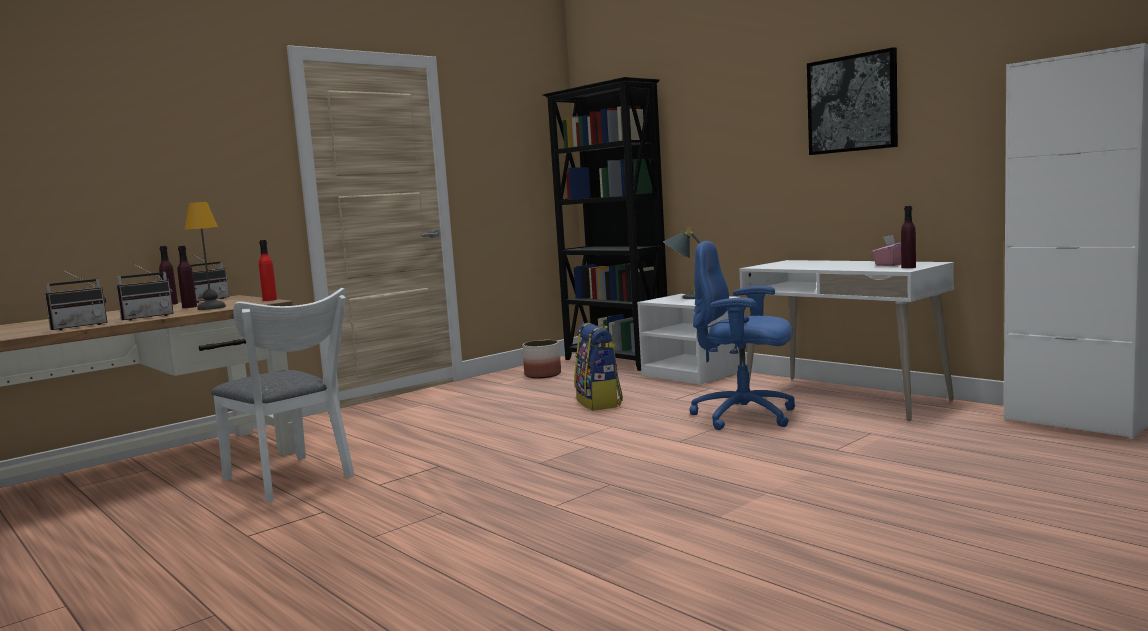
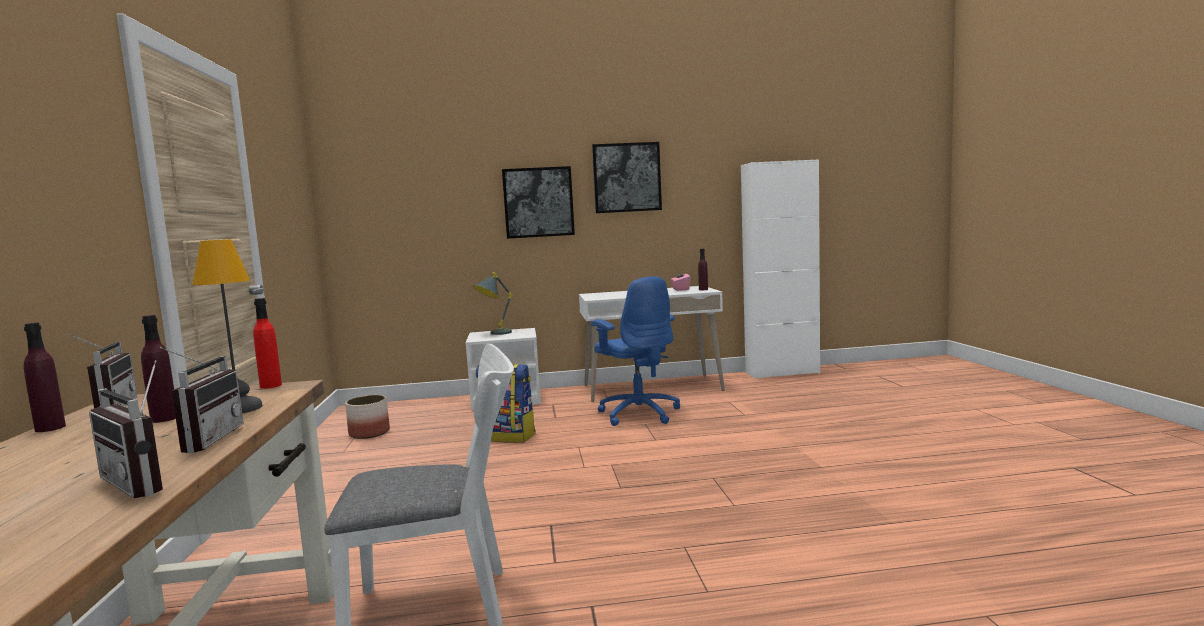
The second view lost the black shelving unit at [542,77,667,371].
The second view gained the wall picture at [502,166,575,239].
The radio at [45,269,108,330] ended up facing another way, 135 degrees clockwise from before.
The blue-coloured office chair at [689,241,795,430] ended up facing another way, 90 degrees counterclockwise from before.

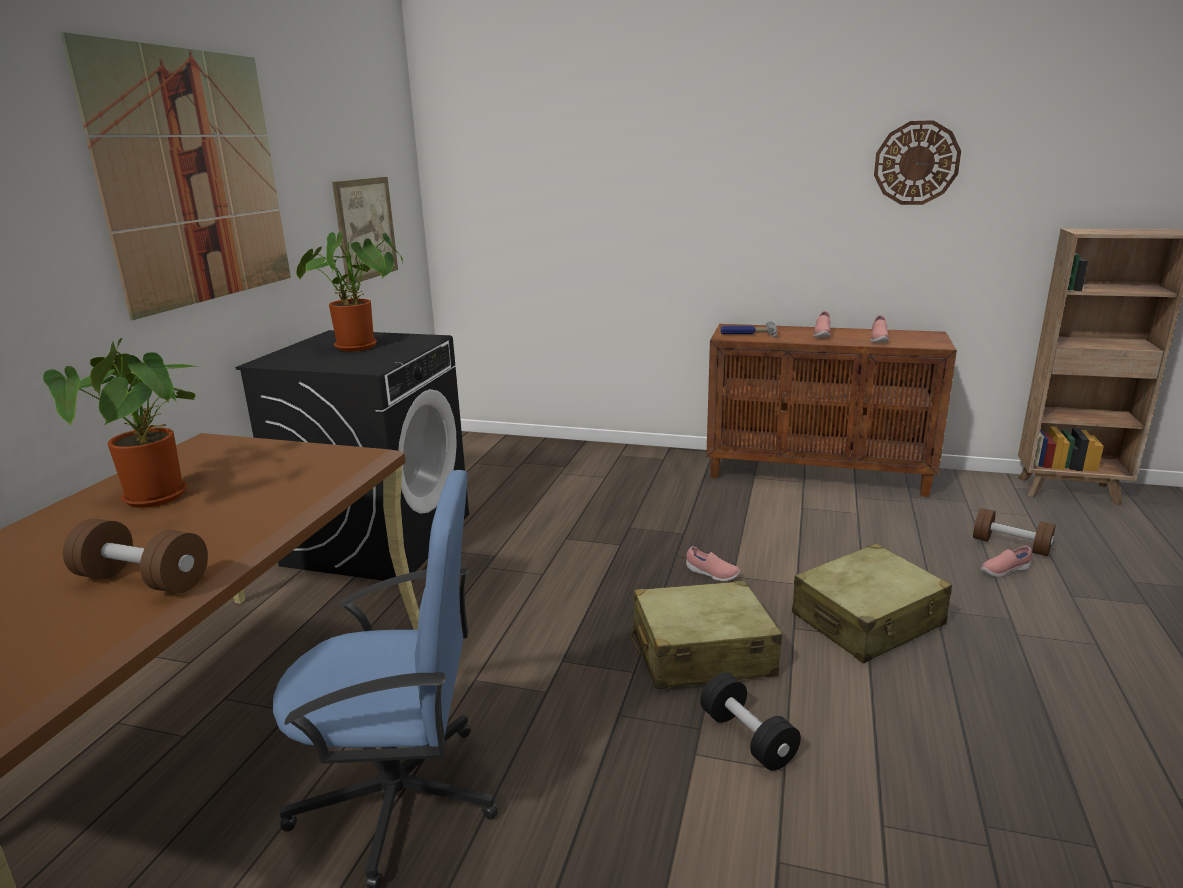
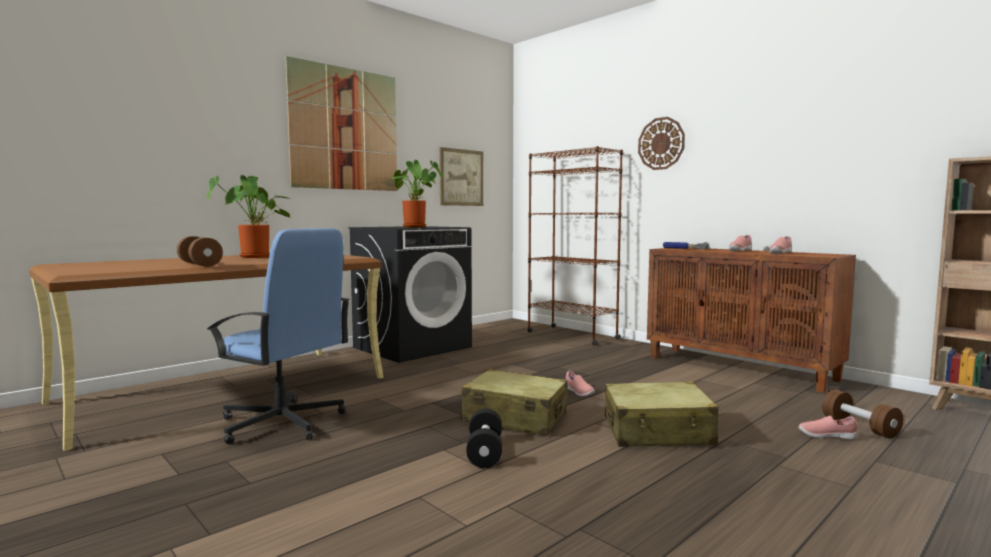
The second view gained the brown shelving unit at [527,146,623,346].
The clock on the wall ended up elsewhere, having gone from [874,120,961,205] to [638,117,685,170].

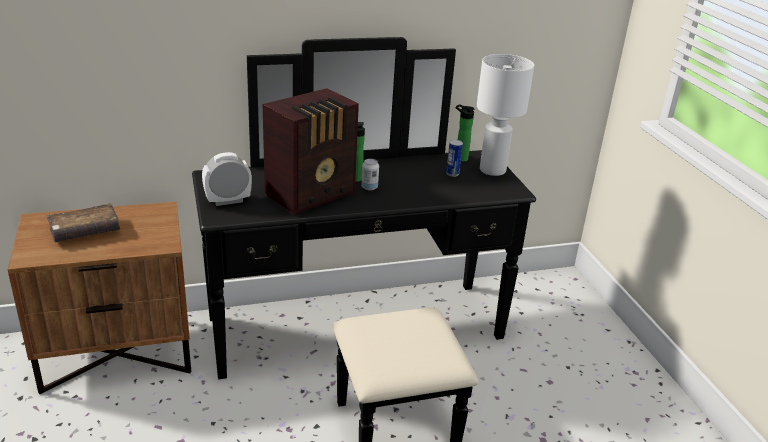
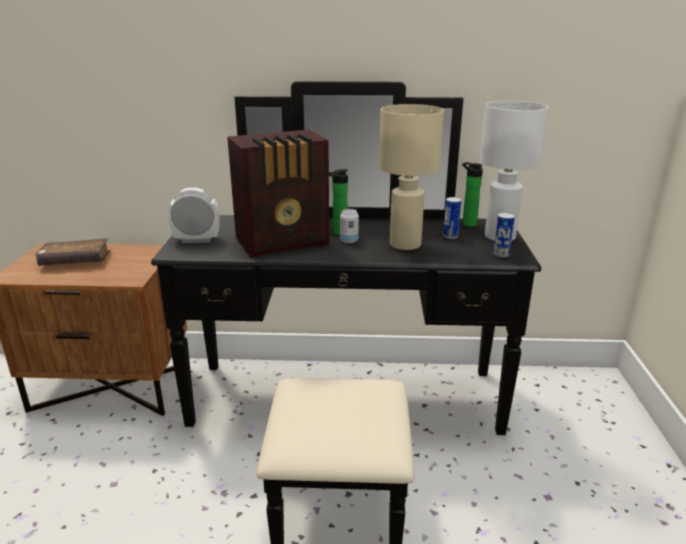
The second view gained the beige lamp for a table at [379,104,444,250].
The second view gained the sealed can at [493,212,515,258].

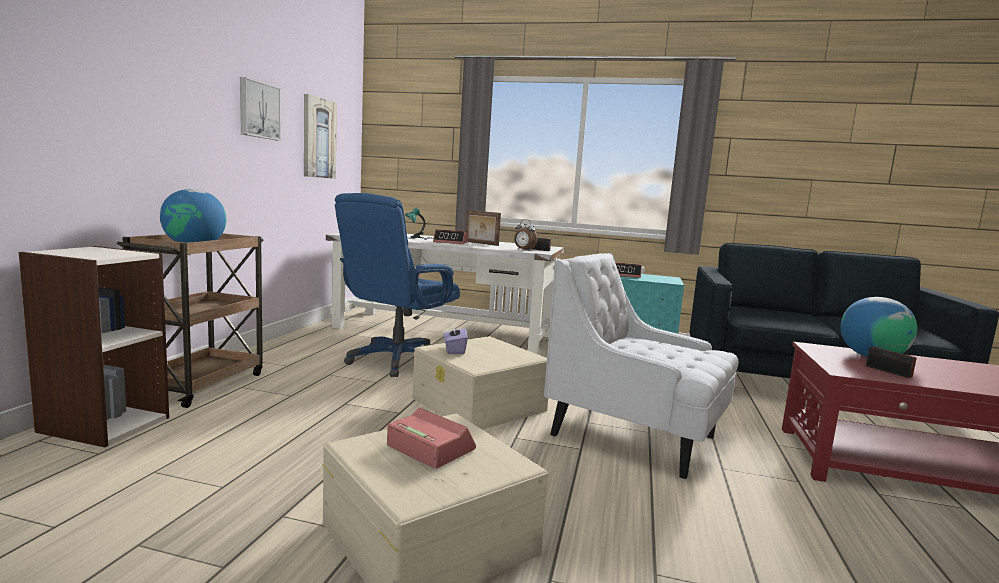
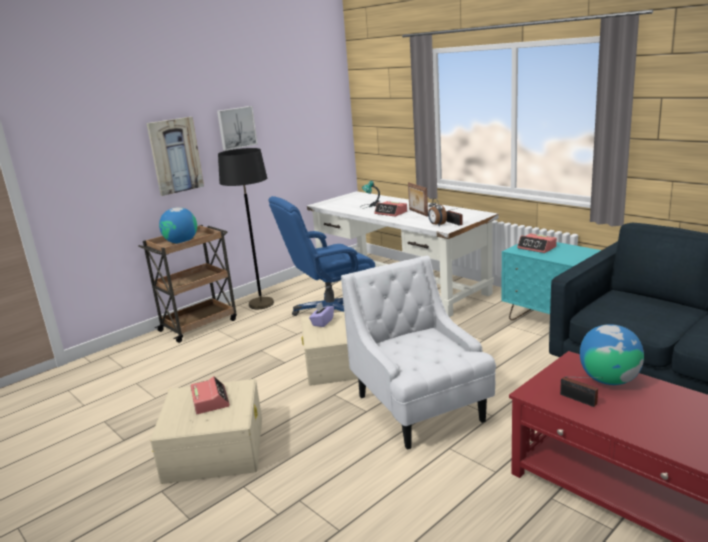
The second view lost the shelving unit at [19,246,169,447].
The second view gained the black standing lamp at [218,148,274,309].
The wall picture ended up elsewhere, having gone from [304,94,337,179] to [147,117,204,196].
The radio at [866,343,925,378] ended up facing another way, 45 degrees counterclockwise from before.

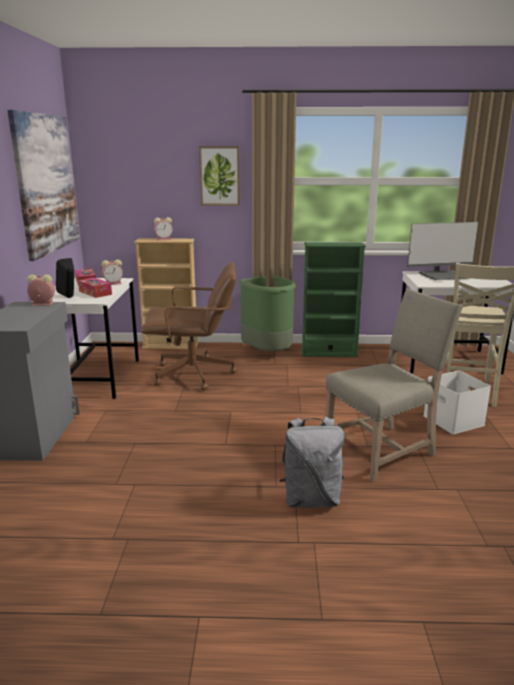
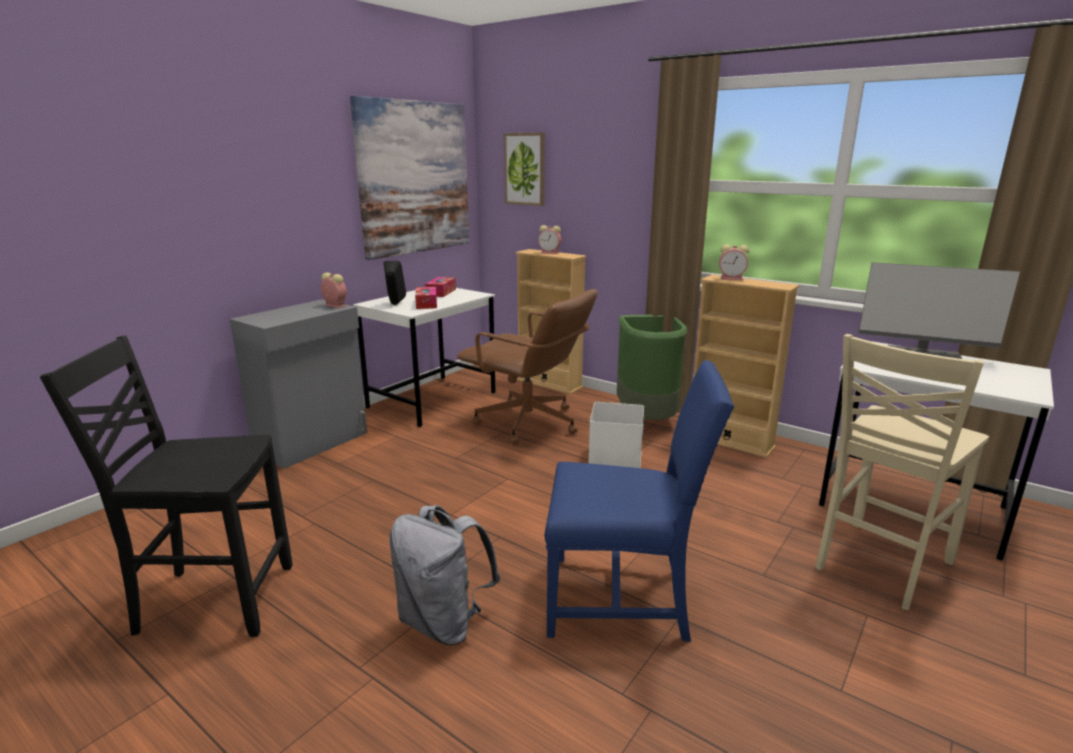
The second view gained the black plain chair at [40,335,292,637].
The bedside clock ended up elsewhere, having gone from [102,259,123,285] to [719,244,749,280].
The wall picture ended up elsewhere, having gone from [199,146,240,206] to [504,132,545,206].
The whitish storage bin ended up elsewhere, having gone from [423,371,491,434] to [589,402,644,468].
What was the green-coloured shelving unit at [301,242,366,357] turned into the beige shelving unit at [693,275,799,458].
What was the beige plain chair at [325,288,463,482] turned into the blue-coloured plain chair at [545,360,734,642].

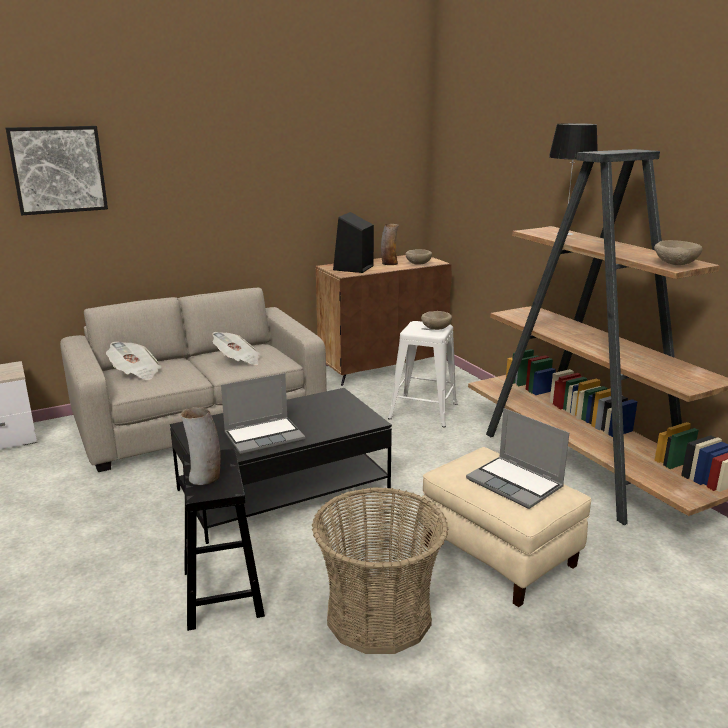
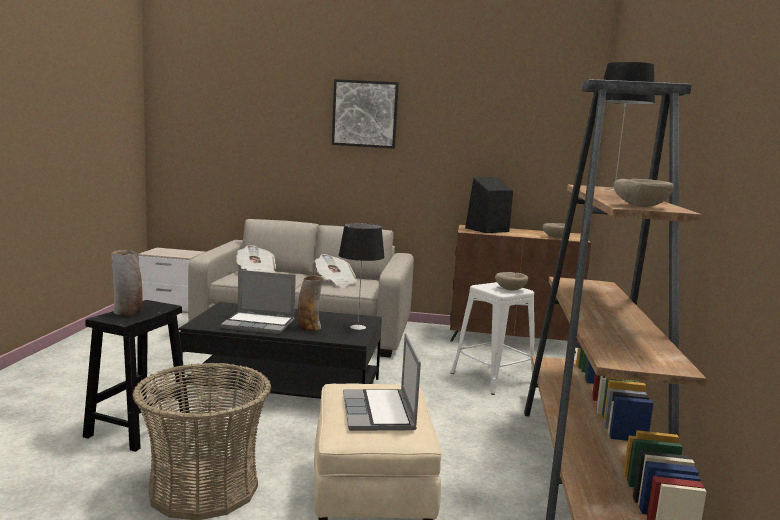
The second view gained the lamp for a table at [339,223,385,330].
The wall picture ended up elsewhere, having gone from [6,126,108,216] to [332,79,399,149].
The decorative vase ended up elsewhere, having gone from [381,224,399,265] to [298,276,324,332].

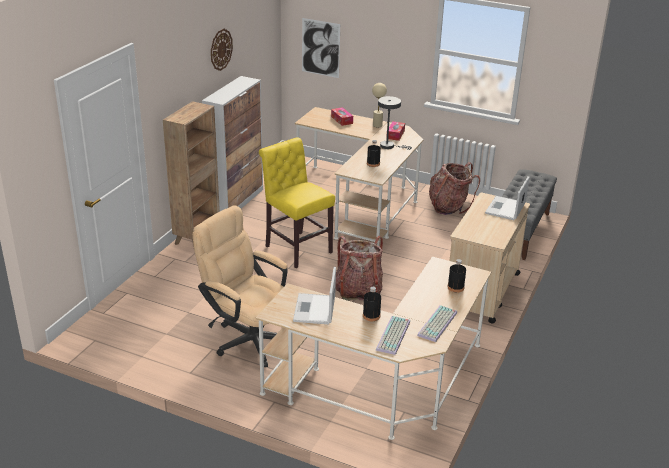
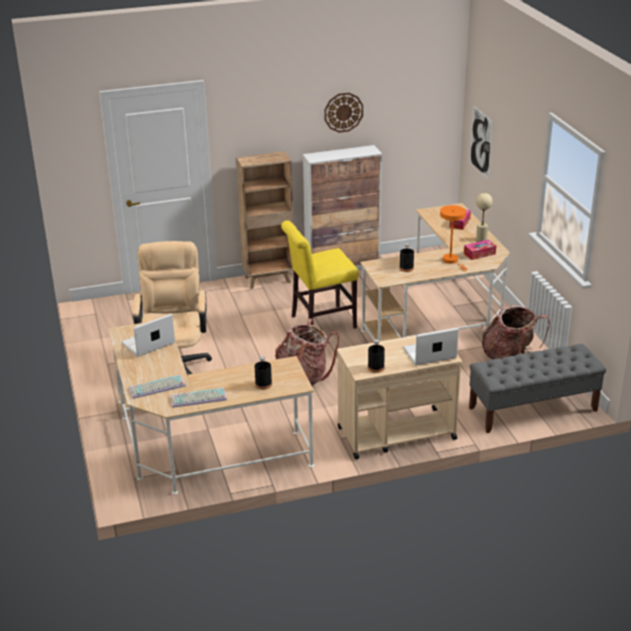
The black bottle ended up elsewhere, having gone from [363,287,381,321] to [368,339,385,373].
What was the gray lamp for a table at [378,96,412,150] turned into the orangey lamp for a table at [440,205,467,271].
The yellow plain chair at [259,138,335,268] ended up facing another way, 120 degrees counterclockwise from before.

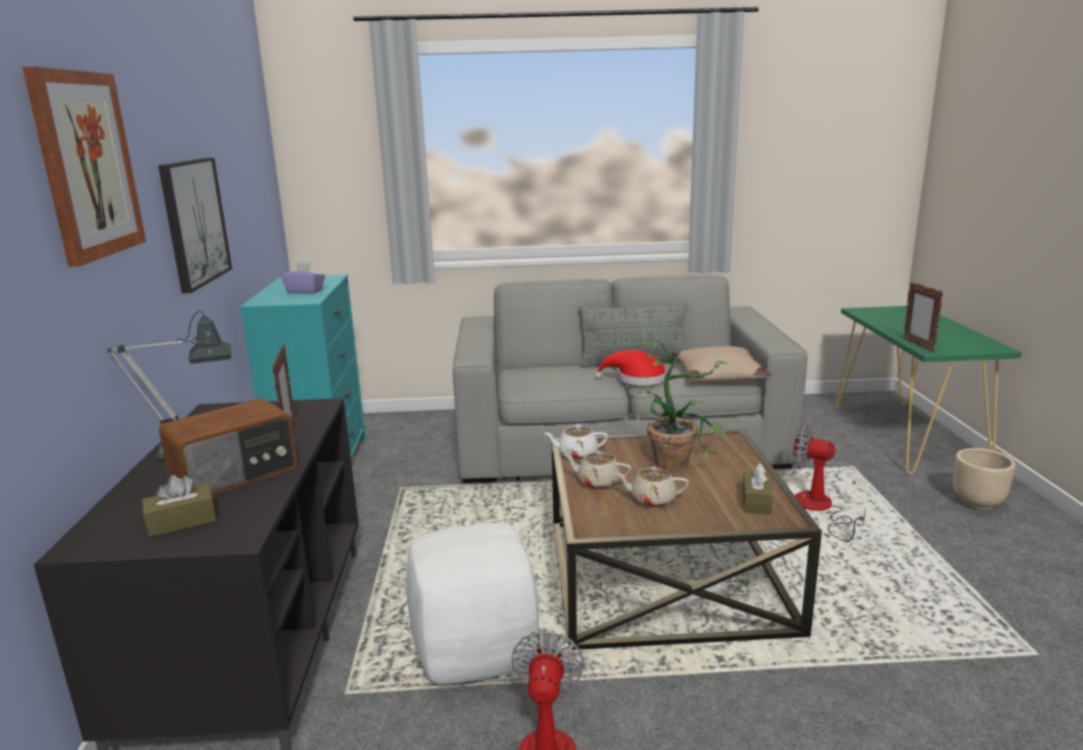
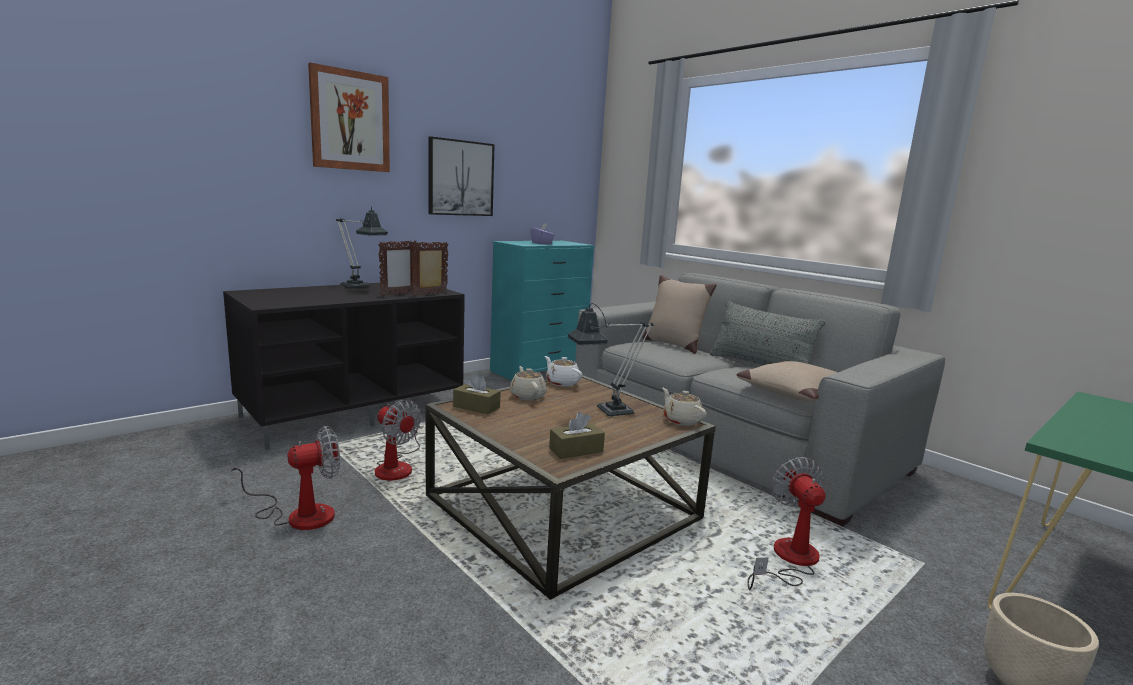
The second view lost the radio at [159,398,297,495].
The second view lost the red-coloured wearable hat at [595,350,667,385].
The second view gained the beige pillow at [642,275,717,354].
The brown tissue box ended up elsewhere, having gone from [142,475,217,538] to [453,373,501,415].
The beige teapot ended up elsewhere, having gone from [615,466,689,507] to [662,387,707,426].
The photo frame ended up elsewhere, having gone from [903,282,943,352] to [411,242,449,296].
Where the whitish ottoman stood at [407,523,539,684], the electric fan came to stand at [375,400,421,480].
Where the plant in a pot stood at [636,340,729,470], the lamp for a table came to stand at [568,303,653,417].

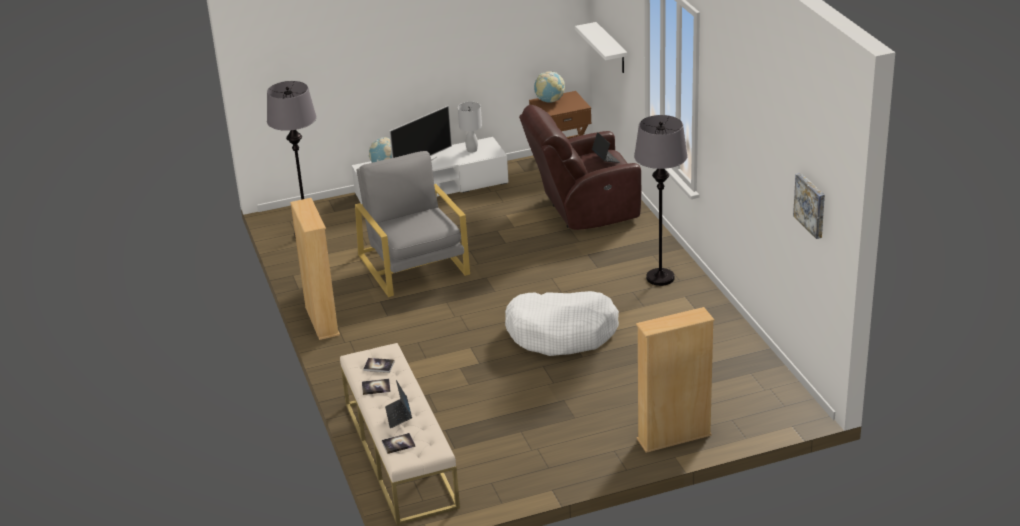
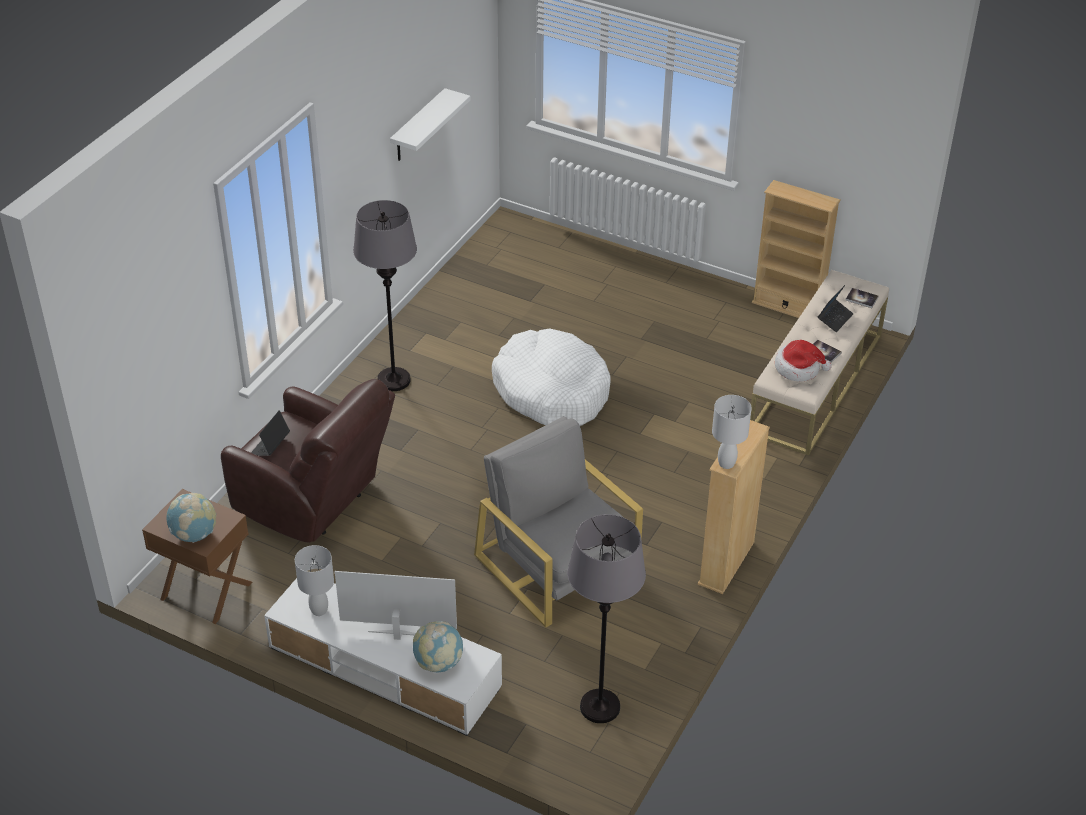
The second view lost the wall picture at [793,173,825,239].
The second view gained the whitish lamp for a table at [712,395,752,469].
The whitish shelf ended up elsewhere, having gone from [575,22,628,73] to [390,88,471,161].
The beige shelving unit ended up elsewhere, having gone from [636,307,715,453] to [752,180,841,318].
Where the volume stood at [363,358,395,373], the wearable hat came to stand at [775,340,831,382].
The gray easy chair at [355,151,470,297] ended up facing another way, 120 degrees clockwise from before.

